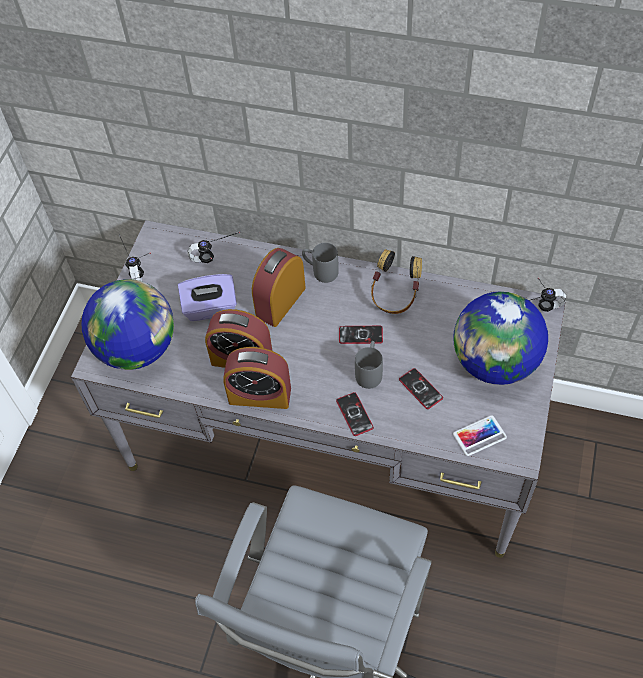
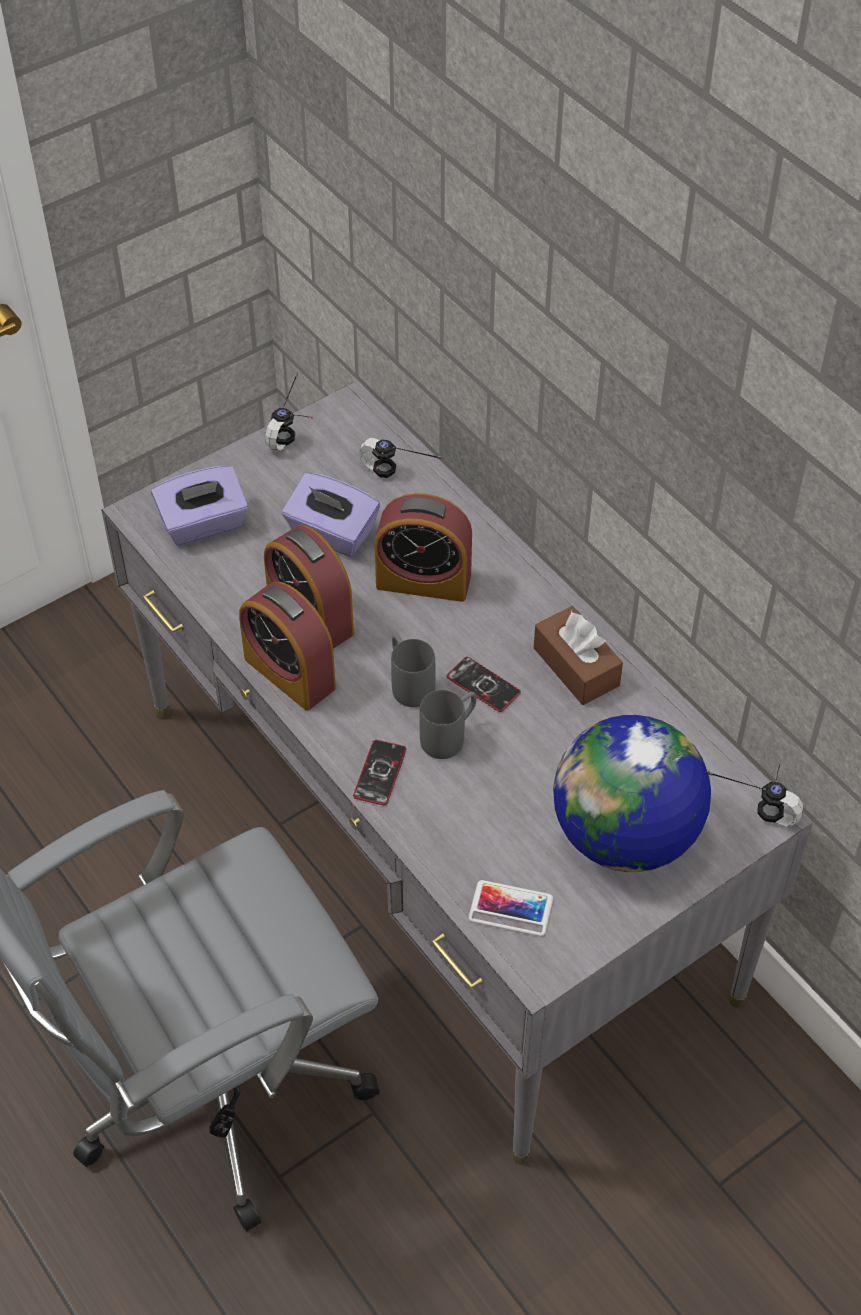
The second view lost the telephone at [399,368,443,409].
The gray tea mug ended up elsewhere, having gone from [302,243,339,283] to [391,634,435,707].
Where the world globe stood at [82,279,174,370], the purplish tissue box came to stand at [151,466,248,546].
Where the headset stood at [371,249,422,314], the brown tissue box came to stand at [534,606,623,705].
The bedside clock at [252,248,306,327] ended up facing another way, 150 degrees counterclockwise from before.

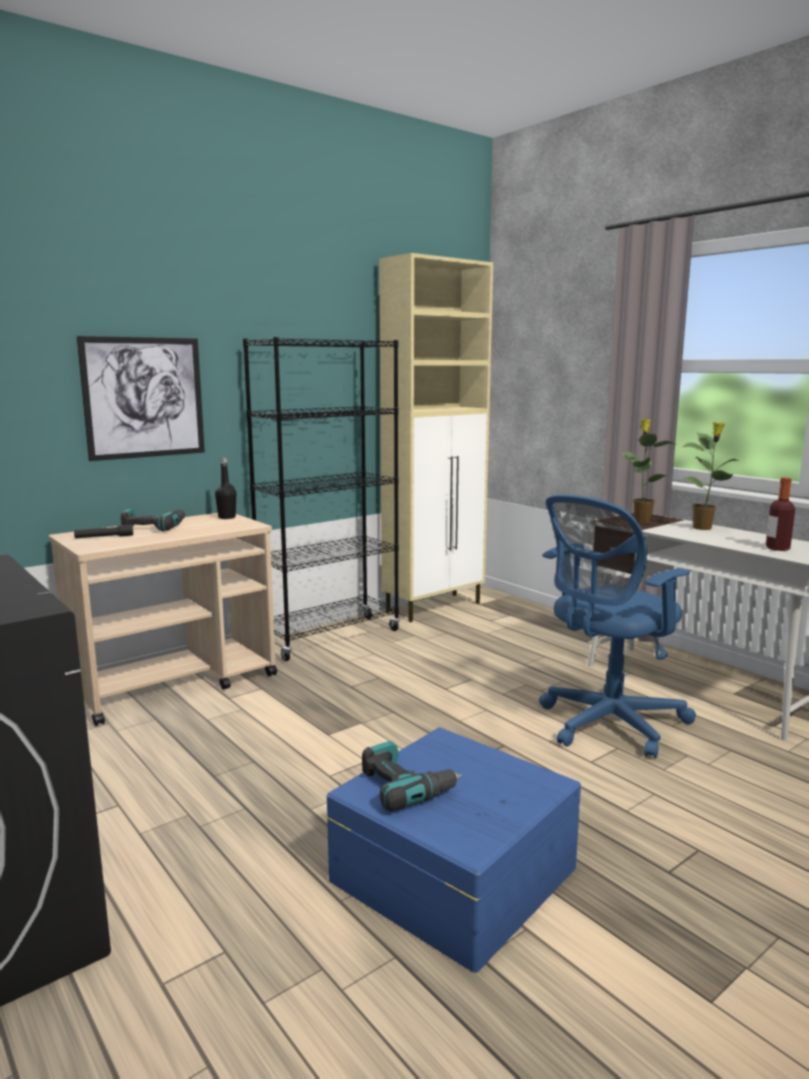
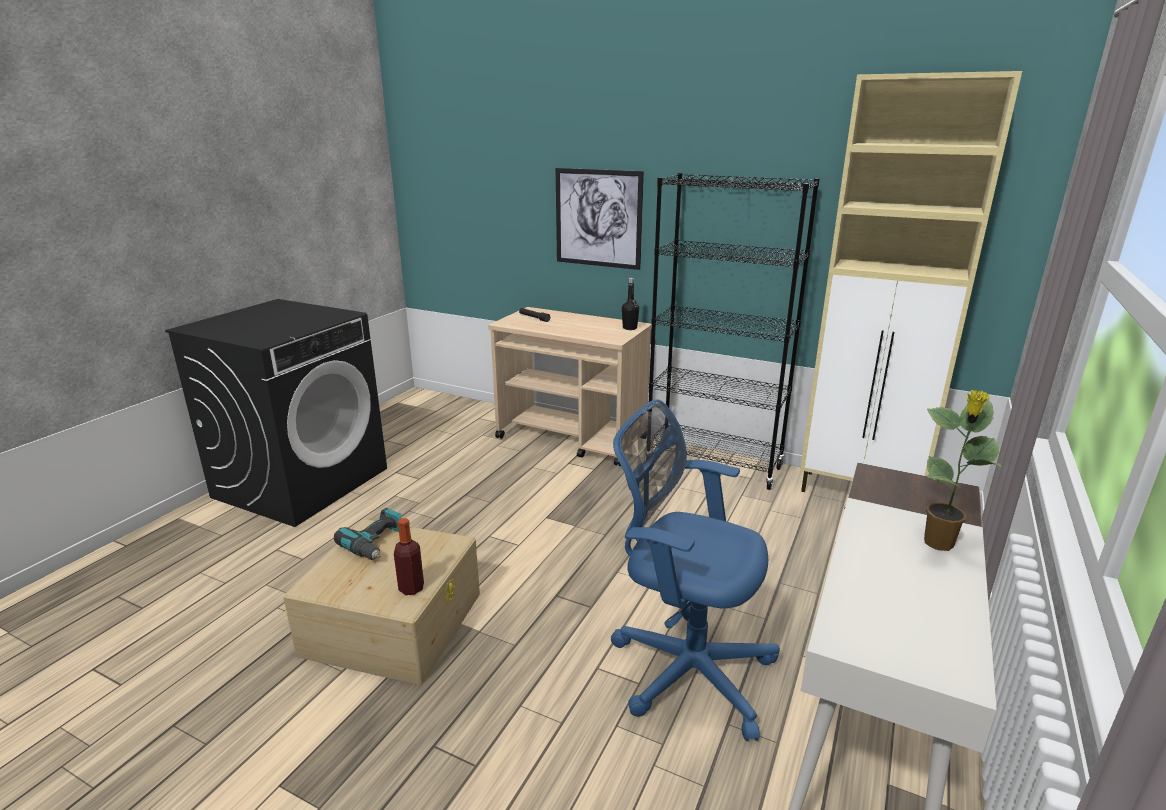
The second view lost the power drill at [121,509,185,532].
The second view lost the plant in a pot at [621,419,677,523].
The bottle ended up elsewhere, having gone from [766,477,795,551] to [394,518,424,595].
What was the blue-coloured storage bin at [326,727,581,973] turned into the beige storage bin at [283,519,480,685].

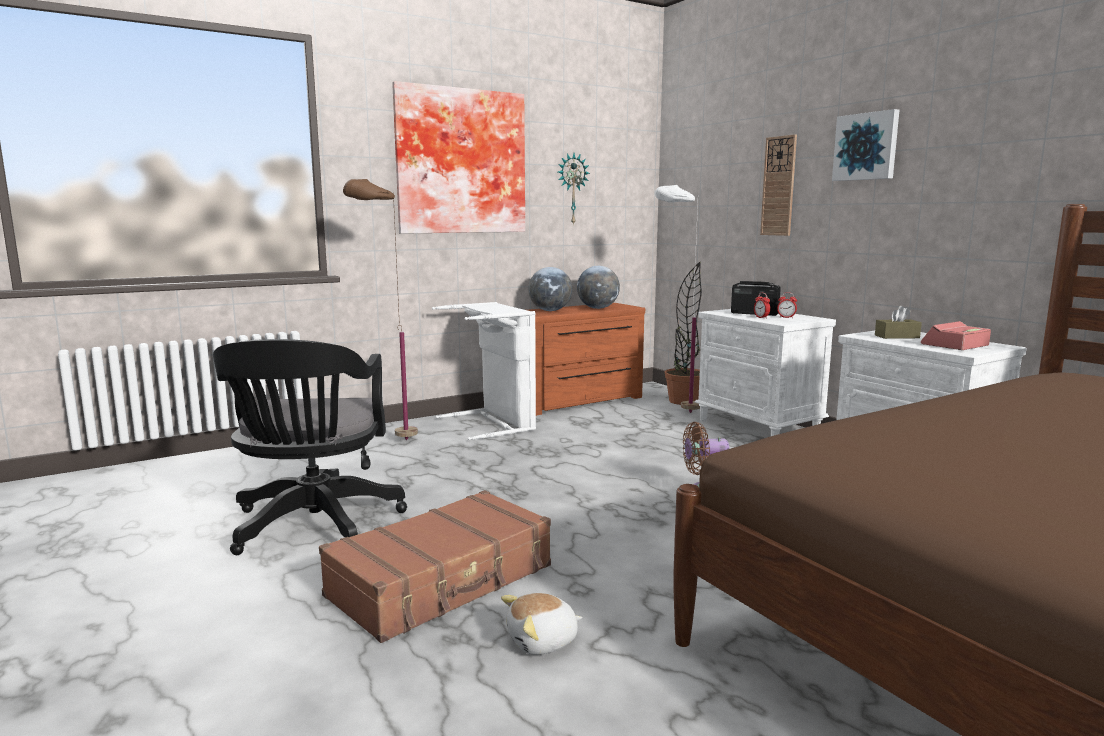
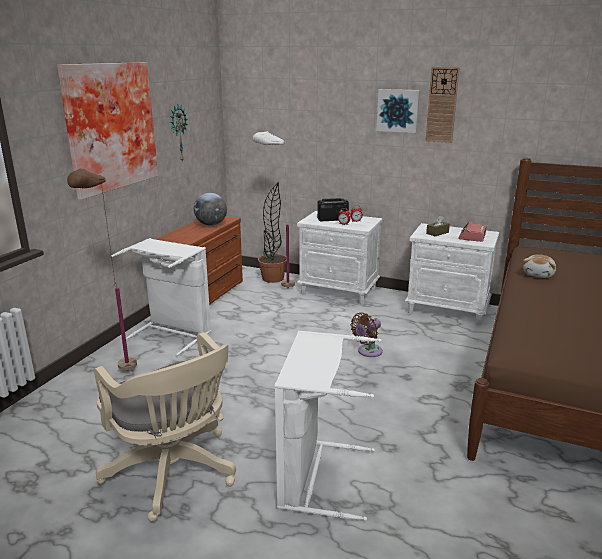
The second view lost the world globe at [528,267,572,311].
The plush toy ended up elsewhere, having gone from [501,593,583,655] to [523,254,556,278].
The clock on the wall ended up elsewhere, having gone from [760,135,797,236] to [425,67,460,143].
Where the brown piece of luggage stood at [319,490,551,643], the whitish hamper came to stand at [275,331,382,521].
What was the black office chair at [213,339,407,555] turned into the beige office chair at [94,332,236,522].

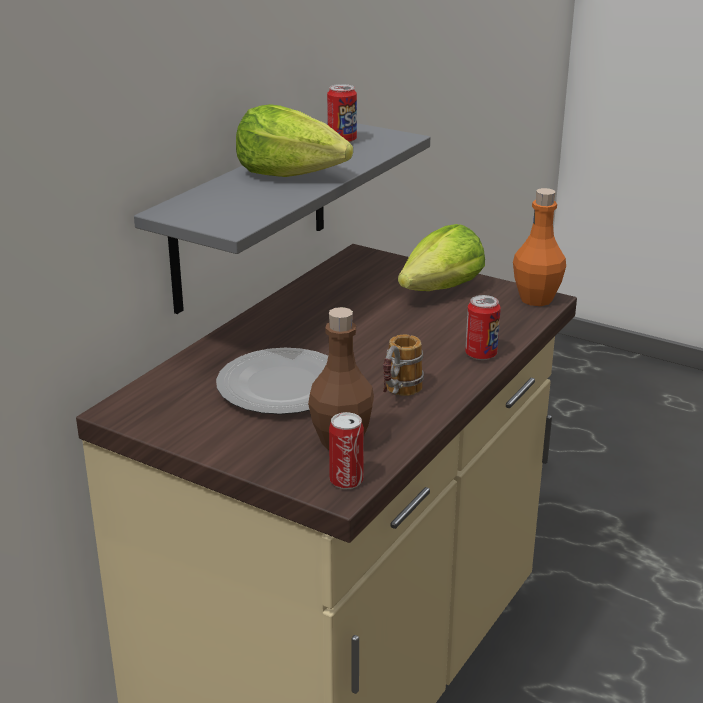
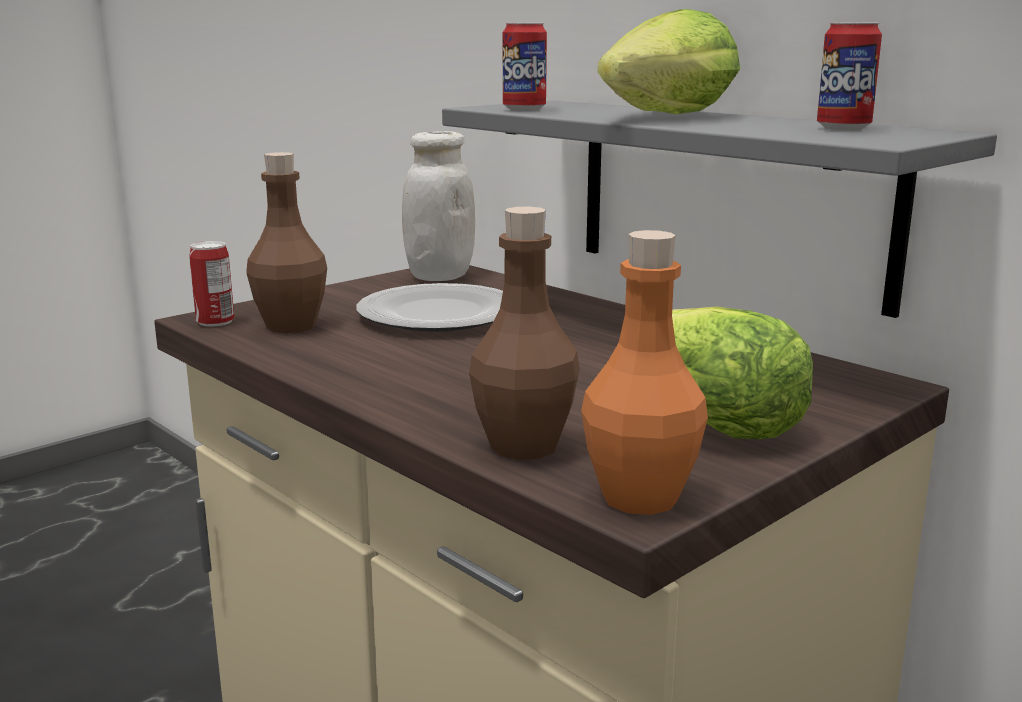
The second view lost the tea mug at [383,334,424,396].
The second view gained the whitish storage jar at [402,131,475,281].
The second view gained the brown bottle at [469,207,580,460].
The sealed can ended up elsewhere, having gone from [465,295,501,360] to [503,23,547,111].

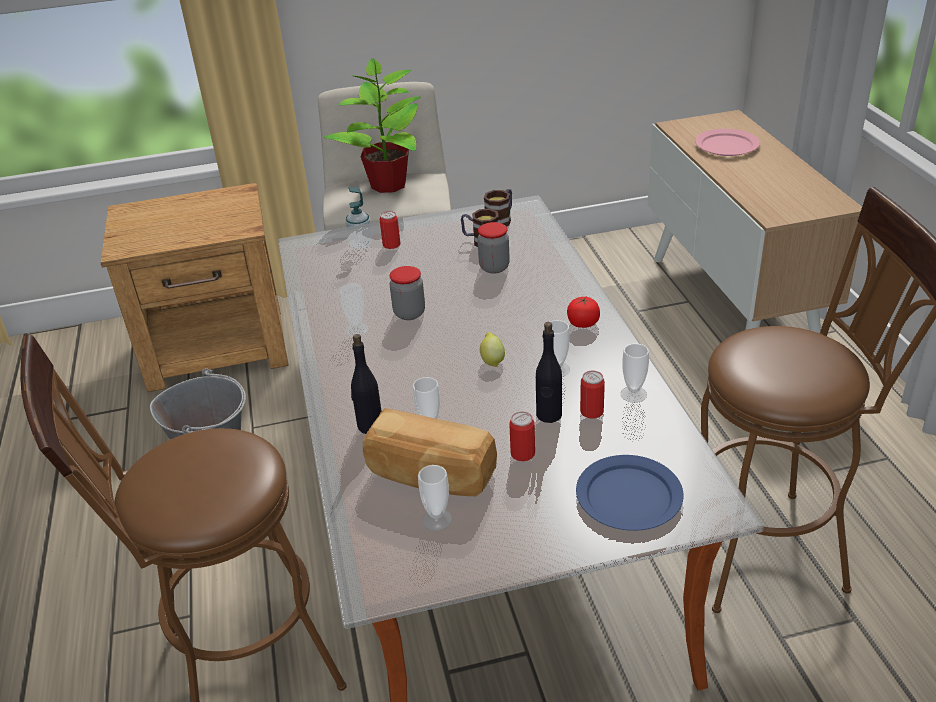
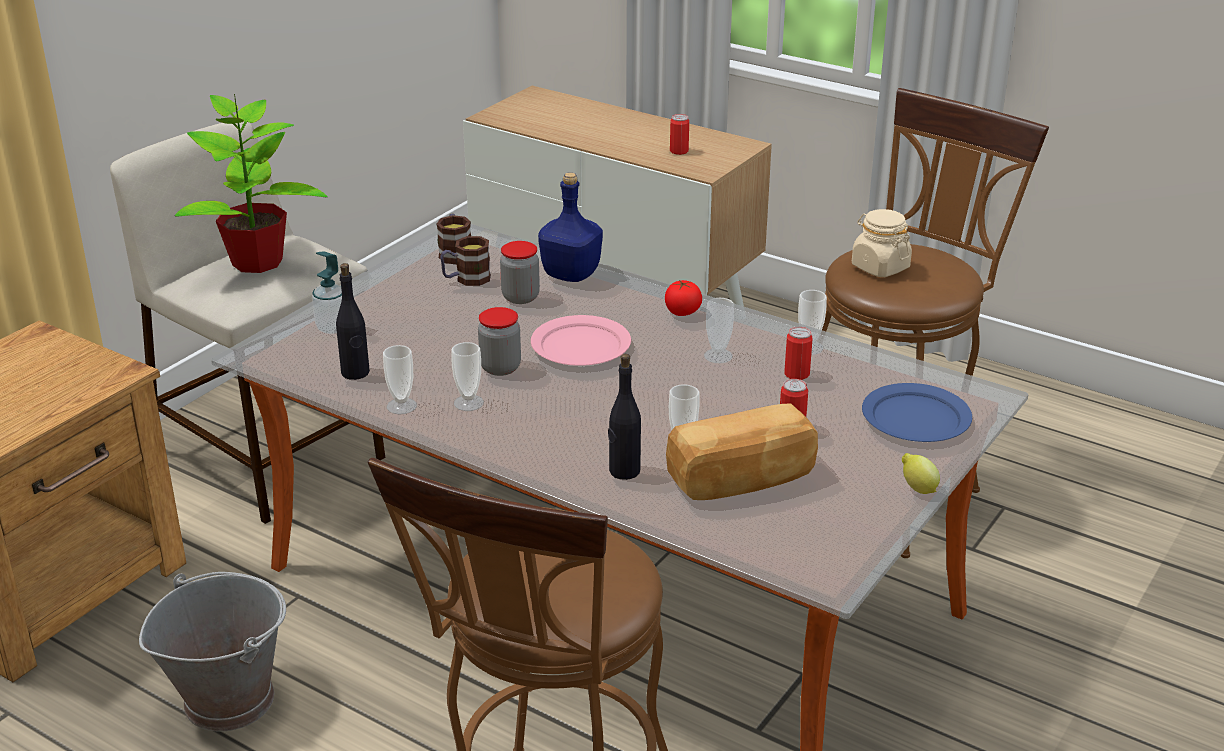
The second view gained the blue-coloured bottle at [538,172,603,282].
The second view gained the beige storage jar at [852,209,912,277].
The sealed can ended up elsewhere, having gone from [380,211,400,249] to [670,114,689,155].
The small cup ended up elsewhere, having gone from [418,465,452,531] to [383,345,417,414].
The lemon ended up elsewhere, having gone from [480,332,505,367] to [902,453,940,494].
The black bottle ended up elsewhere, having gone from [536,322,562,423] to [336,263,370,380].
The pink-coloured plate ended up elsewhere, having gone from [695,129,760,156] to [531,315,631,366].

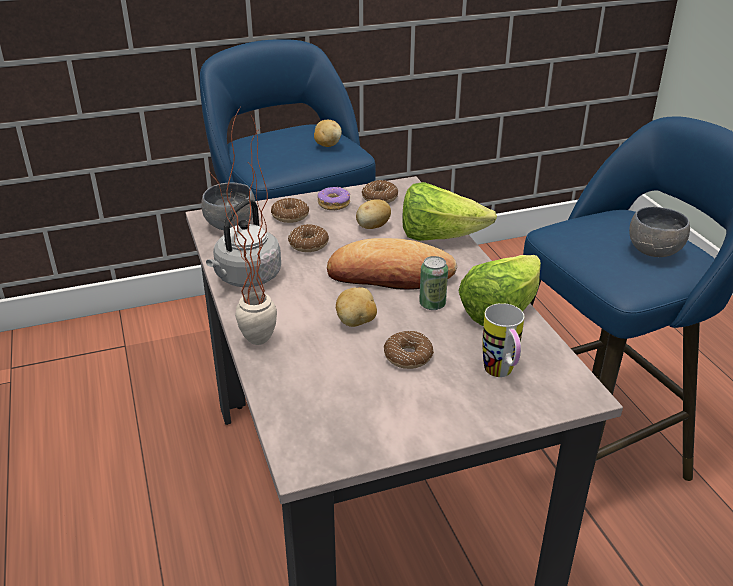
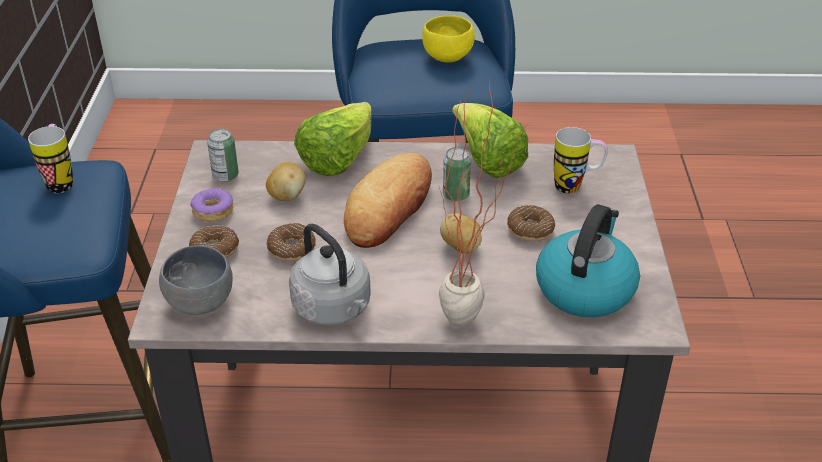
The second view gained the tea kettle at [536,204,640,317].
Where the potato stood at [314,120,342,147], the tea mug came to stand at [28,124,73,193].
Where the ring doughnut stood at [362,180,398,203], the sealed can came to stand at [207,129,239,182].
What was the gray bowl at [629,207,690,257] turned into the yellow bowl at [422,15,475,63].

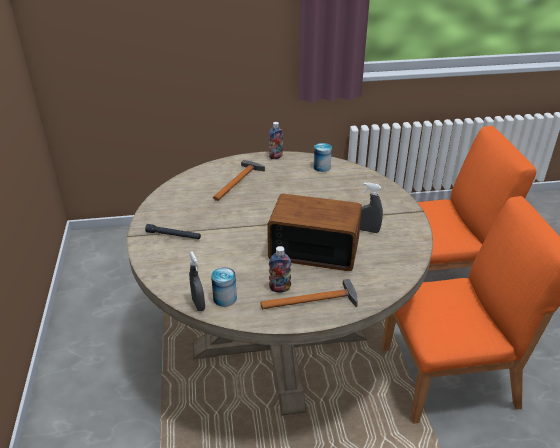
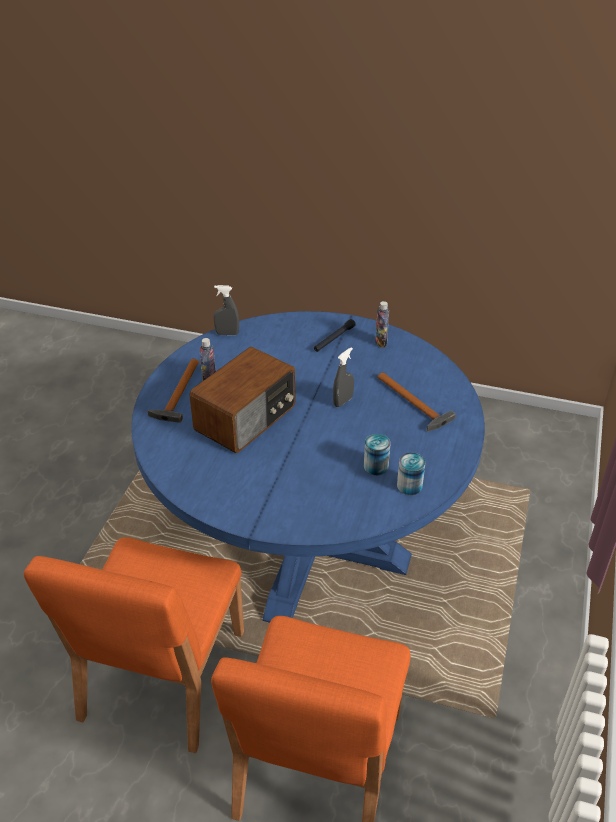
The sealed can ended up elsewhere, having gone from [211,267,237,307] to [364,434,391,475].
The bottle ended up elsewhere, having gone from [269,122,283,159] to [375,301,389,348].
The gray sprayer ended up elsewhere, having gone from [360,182,383,233] to [333,347,354,407].
What was the beige kitchen table at [127,151,433,416] turned into the blue-coloured kitchen table at [131,311,485,623].

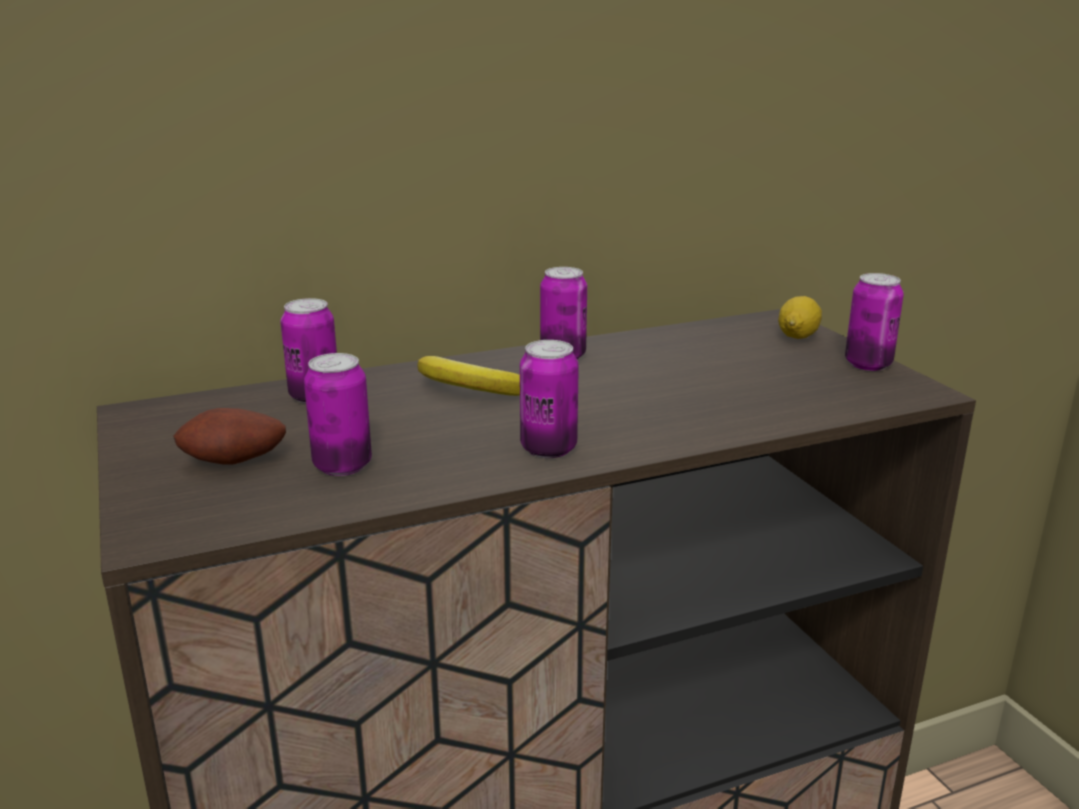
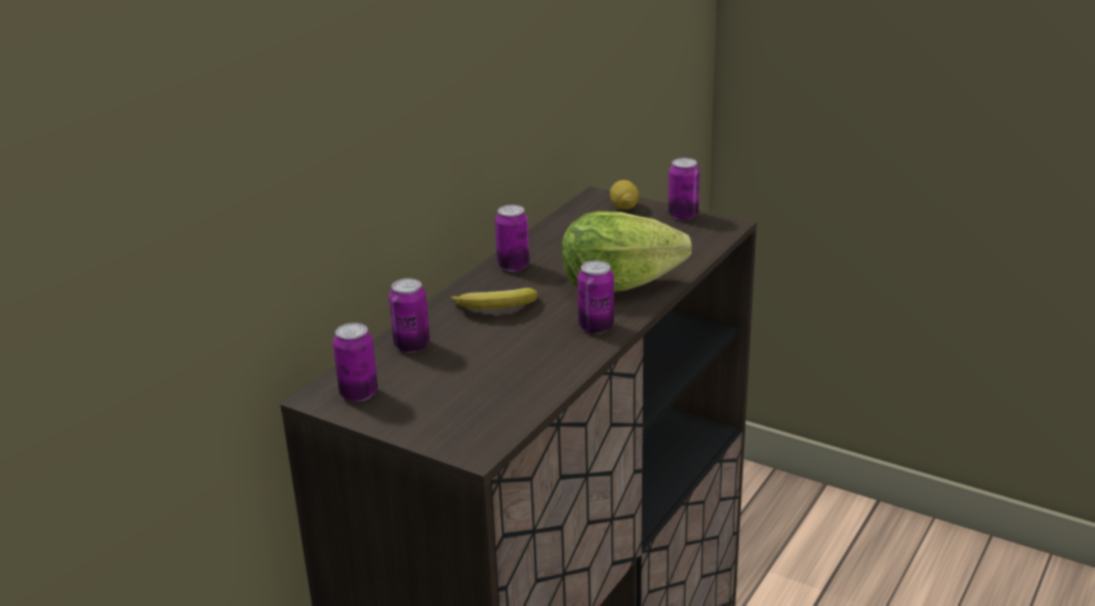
The second view lost the potato at [173,408,286,465].
The second view gained the head of lettuce at [562,211,692,292].
The sealed can ended up elsewhere, having gone from [304,353,372,476] to [333,323,378,402].

